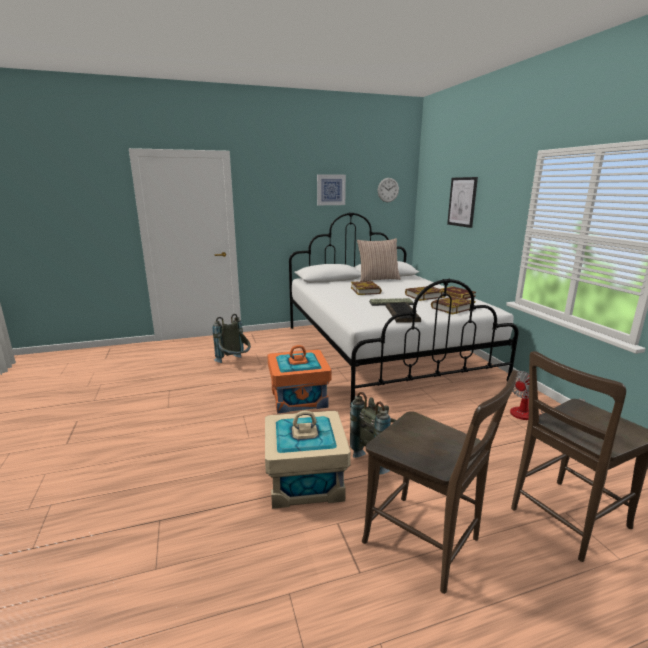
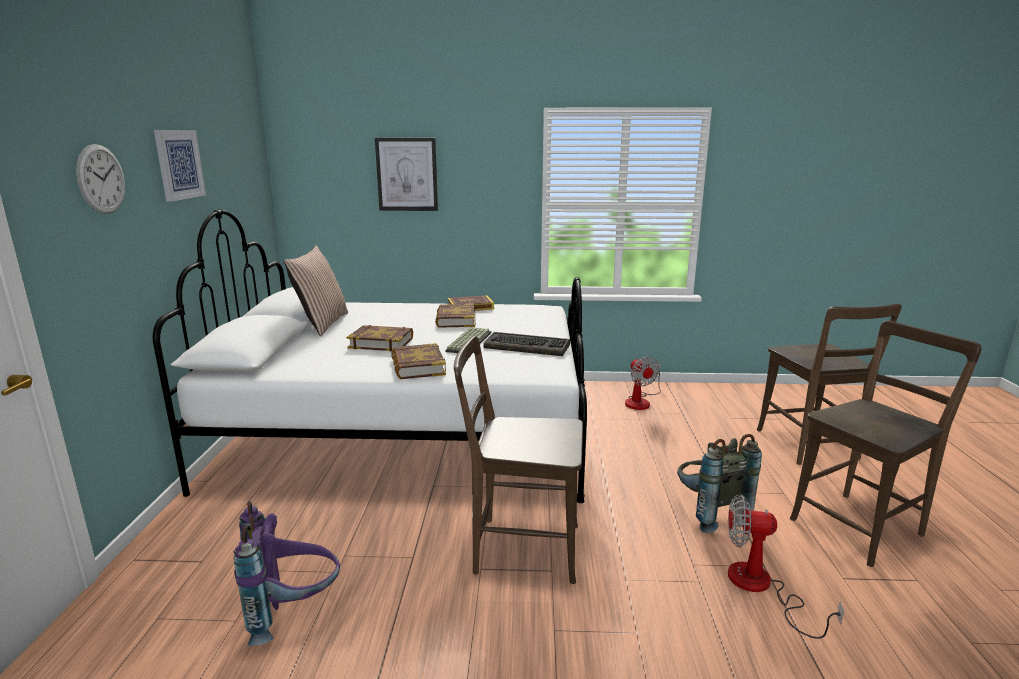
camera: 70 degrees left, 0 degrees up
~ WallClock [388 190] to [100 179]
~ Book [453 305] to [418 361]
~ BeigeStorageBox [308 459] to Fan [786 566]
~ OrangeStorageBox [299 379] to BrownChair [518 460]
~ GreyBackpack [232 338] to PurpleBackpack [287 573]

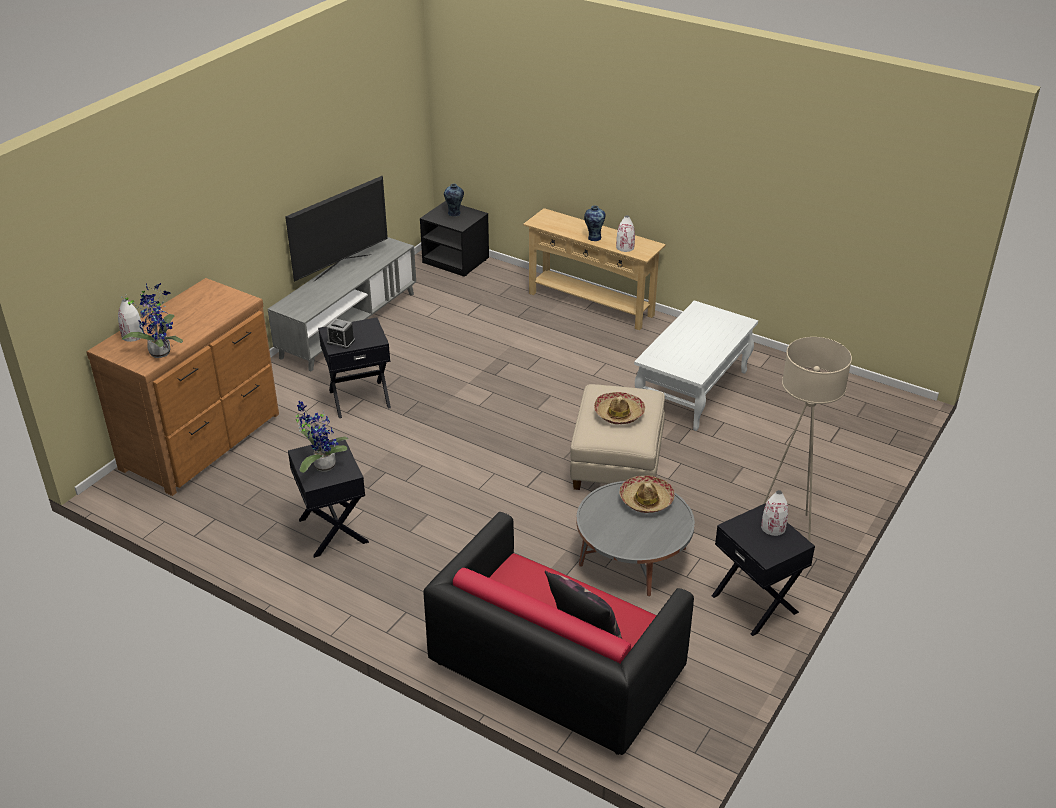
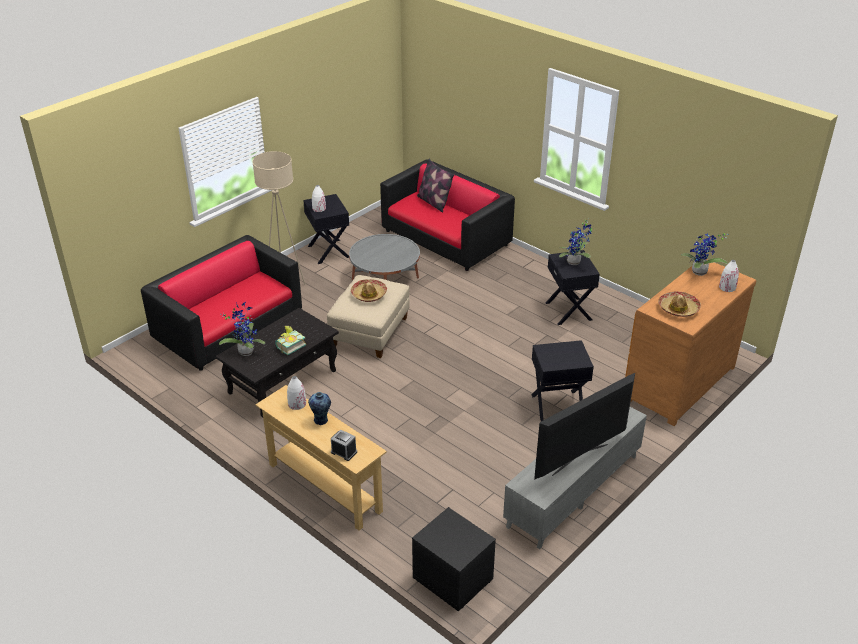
camera: 170 degrees left, 0 degrees up
- Vase [454 200]
+ Sofa [221 303]
+ PottedPlant [242 329]
+ Book [290 340]
~ AlarmClock [341 333] to [344 445]
~ Hat [647 494] to [679 304]
~ WhiteCoffeeTable [696 365] to BlackCoffeeTable [277 362]

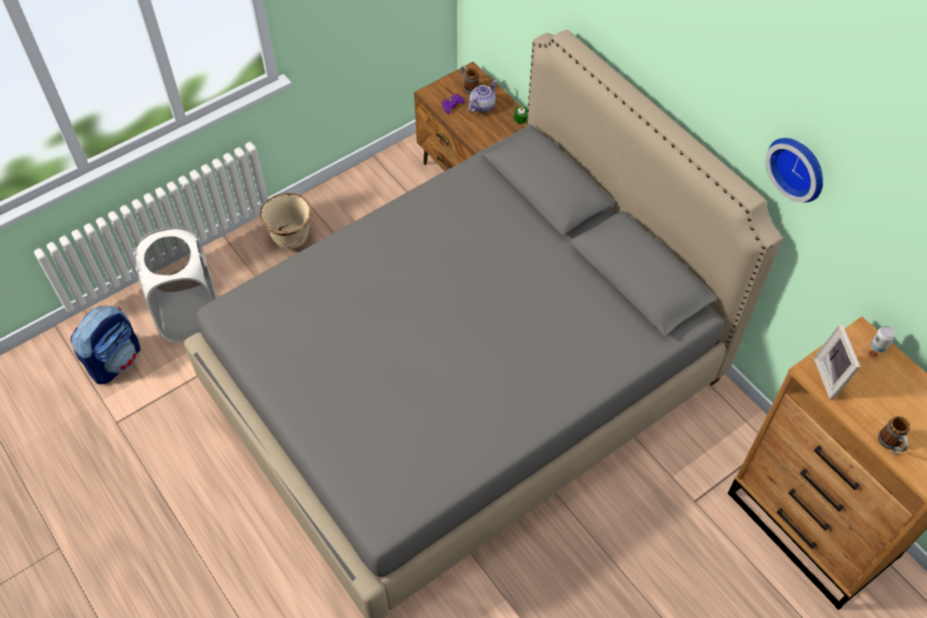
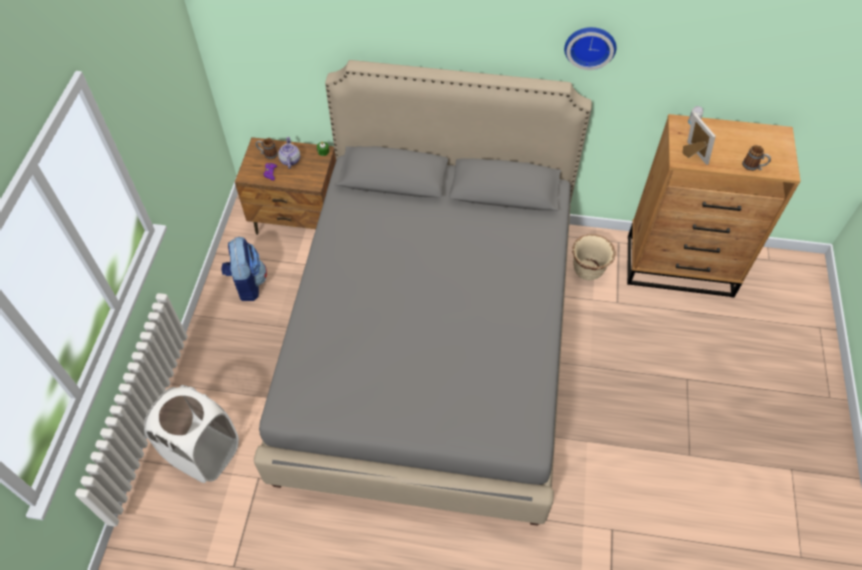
camera: 45 degrees left, 0 degrees up
~ Backpack [106 345] to [244 269]
~ BeigePlanter [286 221] to [594 257]
~ PictureFrame [837 362] = [699 139] 150 degrees counterclockwise

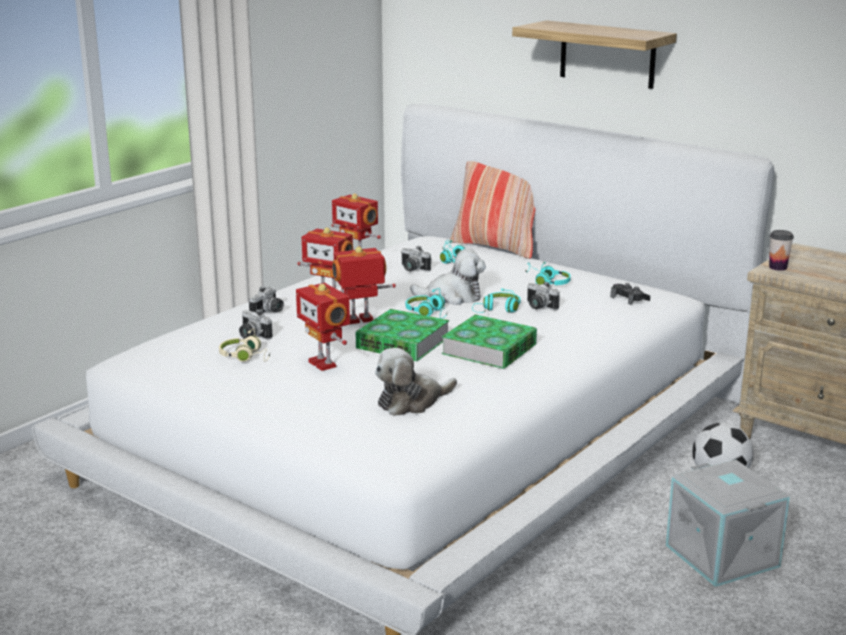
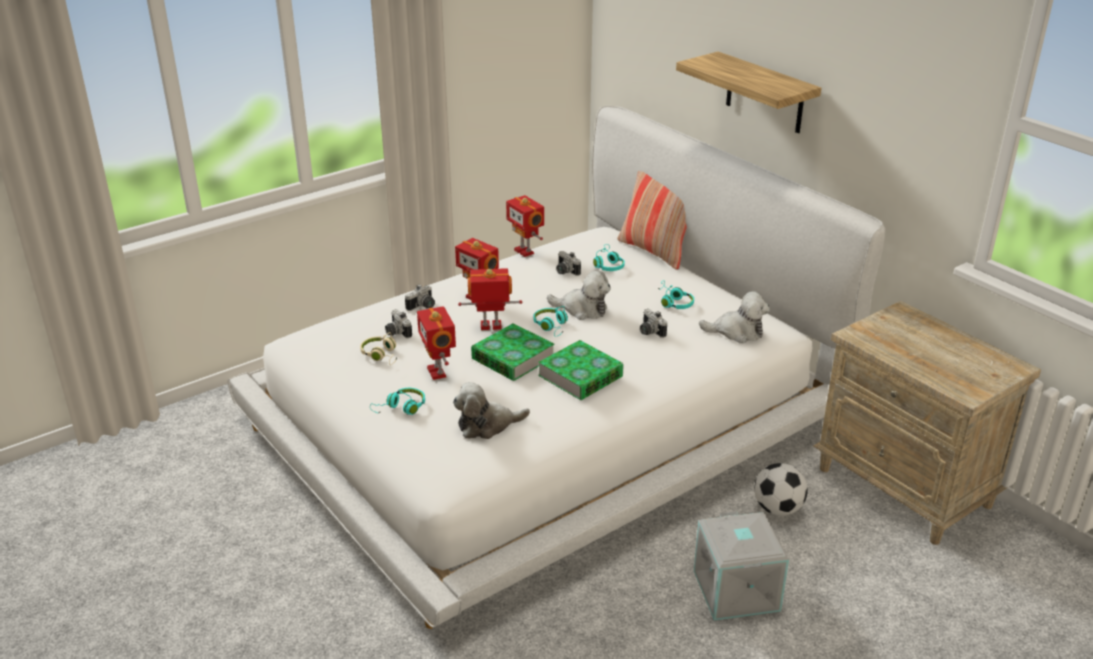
camera: 15 degrees right, 10 degrees up
- Cup [781 250]
~ TurquoiseHeadphones [496 300] to [397 401]
~ BlackGameController [630 294] to PlushToy [734 317]

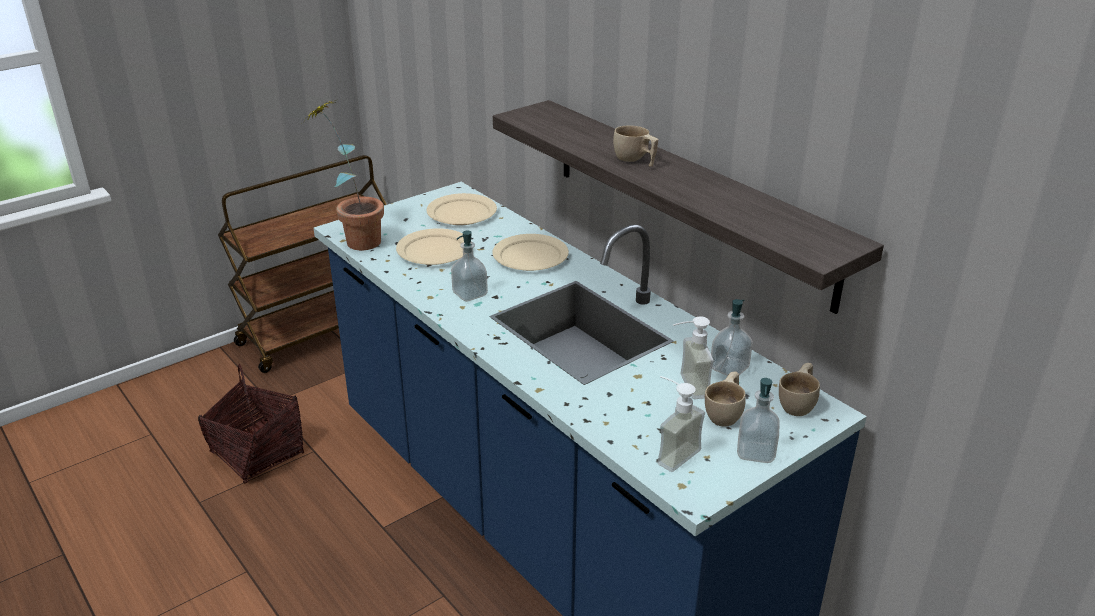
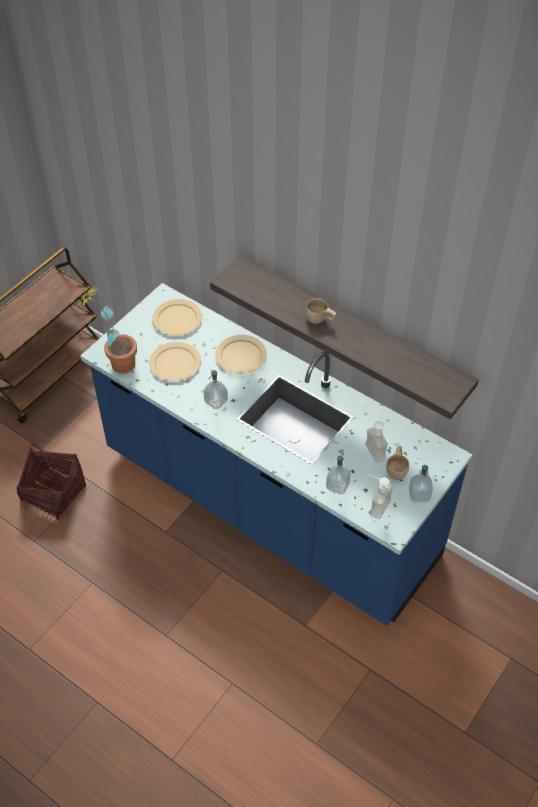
camera: 15 degrees left, 20 degrees up
- BeigeCup [799 389]
~ SoapDispenser [732 337] to [338 473]

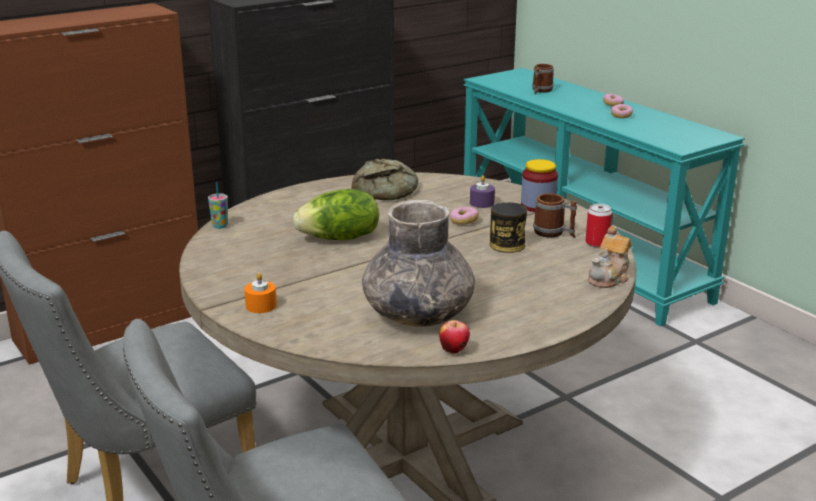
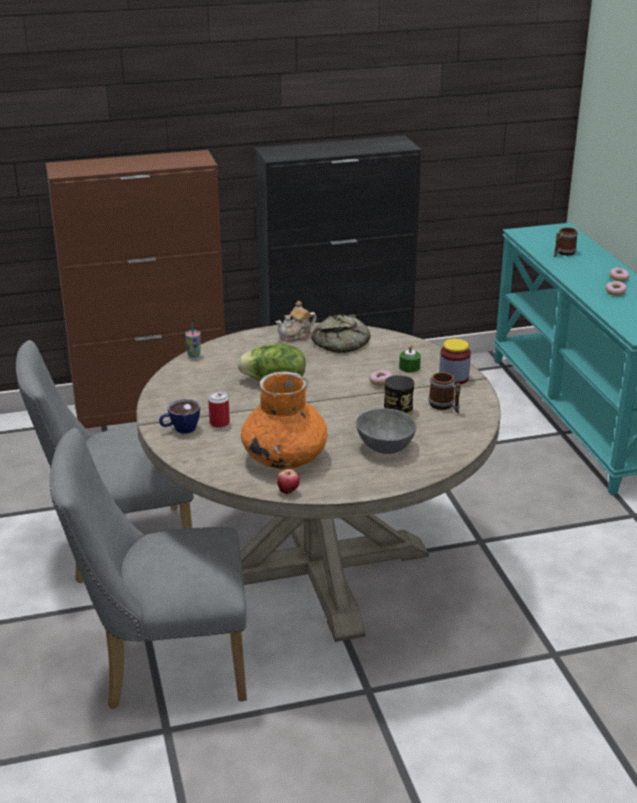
camera: 20 degrees right, 5 degrees up
+ GreyBowl [386 431]
~ Can [599 225] to [219 409]
~ Teapot [610 257] to [296 321]
~ OrangeCandle [260 293] to Cup [179 416]
~ GreyVase [418 263] to OrangeVase [284 420]
~ PurpleCandle [482 191] to GreenCandle [410 358]

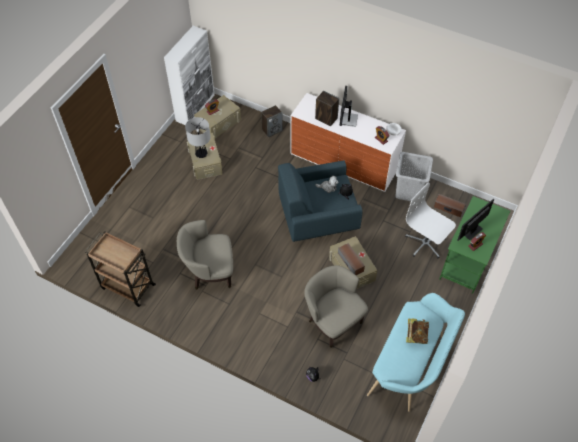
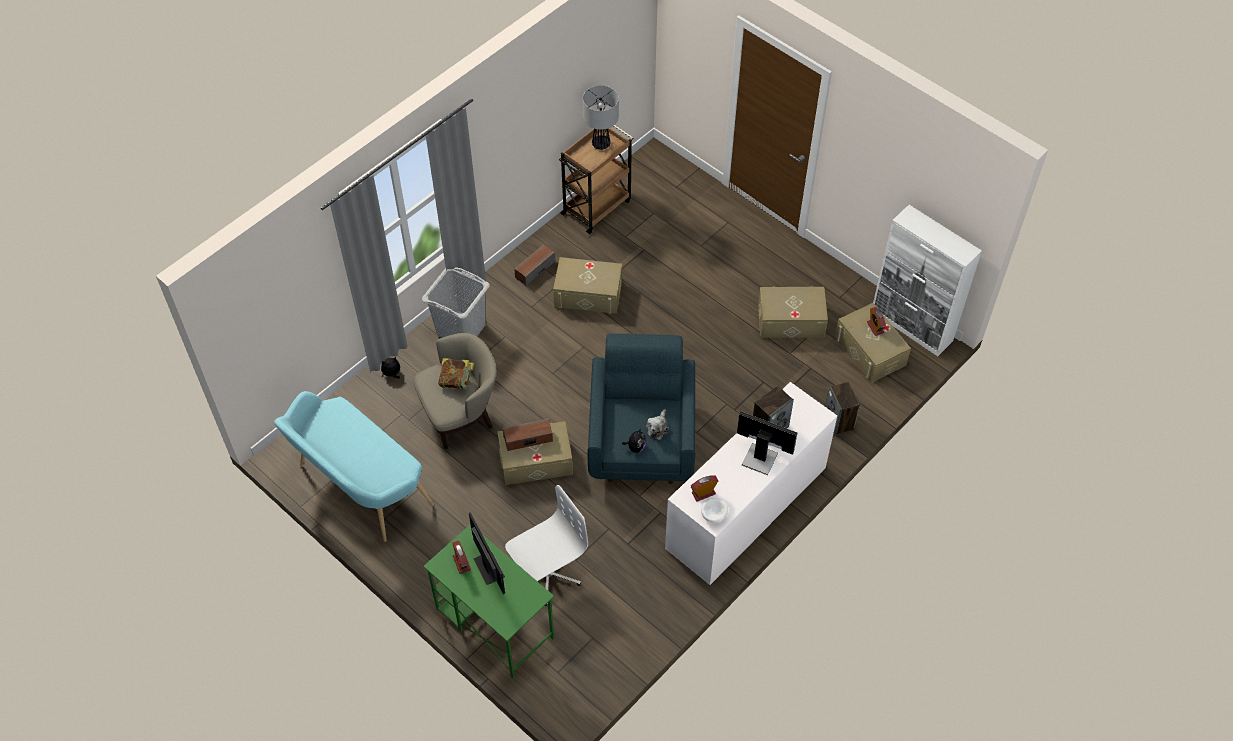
camera: 105 degrees right, 0 degrees up
~ TableLamp [198 137] to [601 117]
~ GreyLaundryBasket [414 176] to [456 302]
~ Book [417 331] to [456 373]
~ Speaker [450 205] to [534 265]
~ BeigeArmchair [205 255] to BeigeStorageBox [587 285]

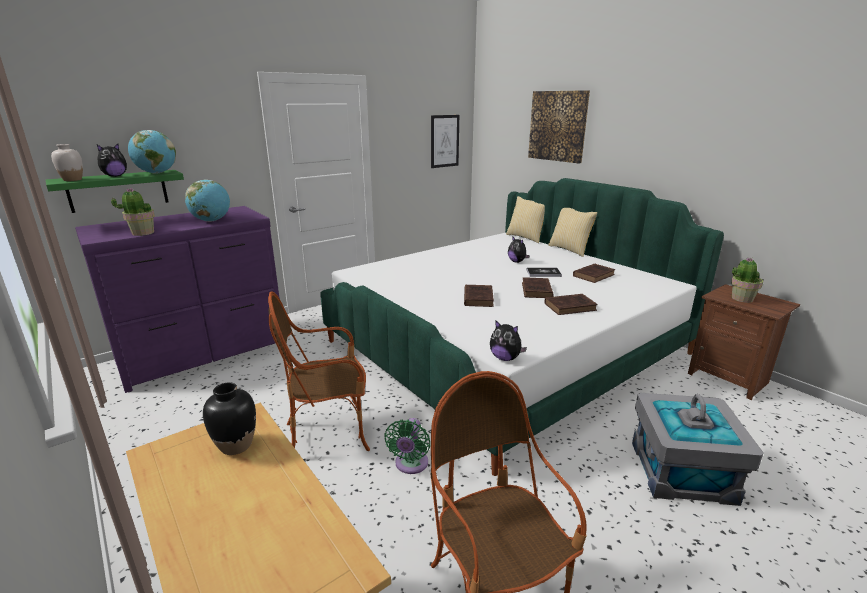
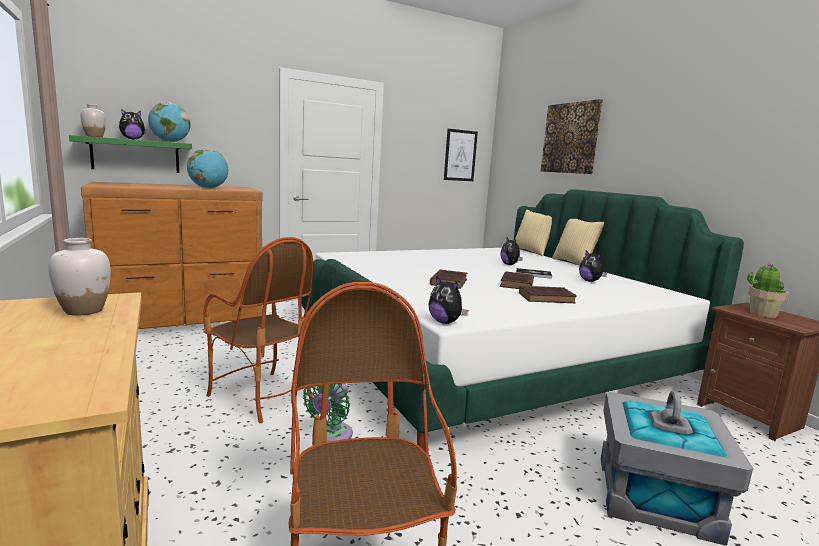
camera: 10 degrees right, 10 degrees down
- PottedPlant [133 212]
~ BrownBook [594 273] to PlushToy [593 266]
~ PurpleDresser [177 299] to BrownDresser [172 255]
~ BlackVase [229 418] to WhiteVase [79 277]
~ Armchair [319 371] = [258 330] 135 degrees counterclockwise

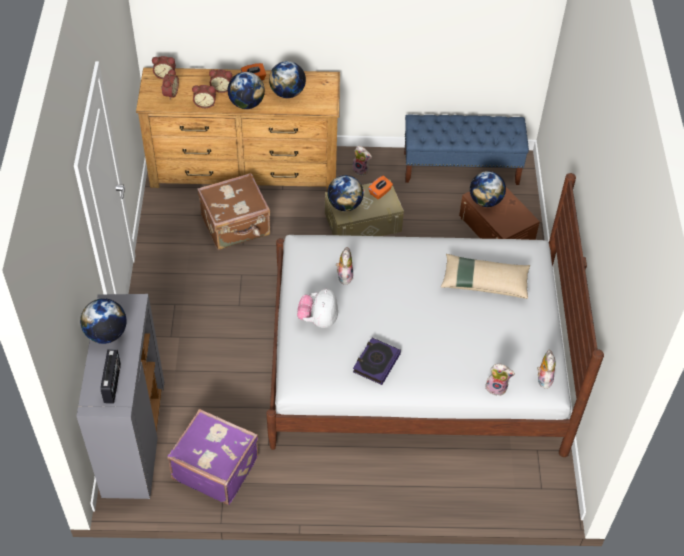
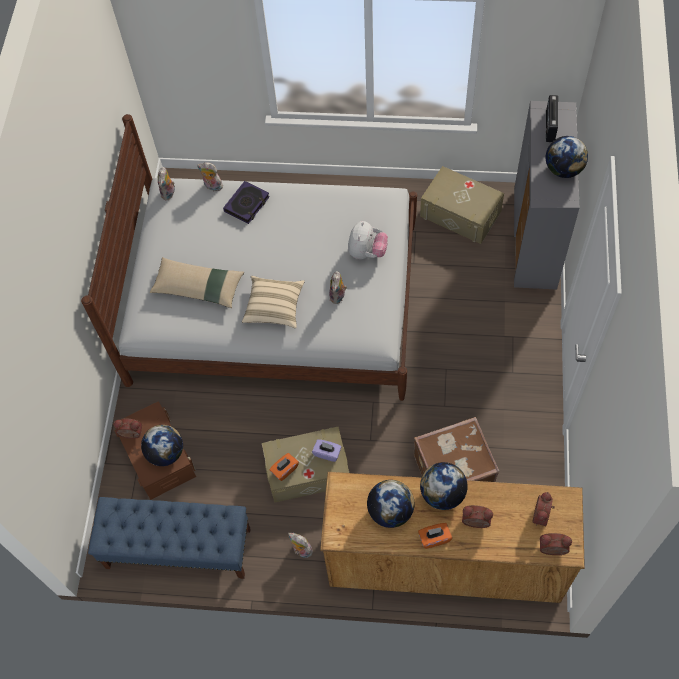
camera: 170 degrees left, 10 degrees up
+ BeigePillow [273 302]
~ AlarmClock [204 96] to [128 428]
~ Book [377 361] to [246 202]
~ PurpleSuitcase [213 457] to BeigeStorageBox [462 205]
~ Globe [345 193] to PurpleTissueBox [326 450]

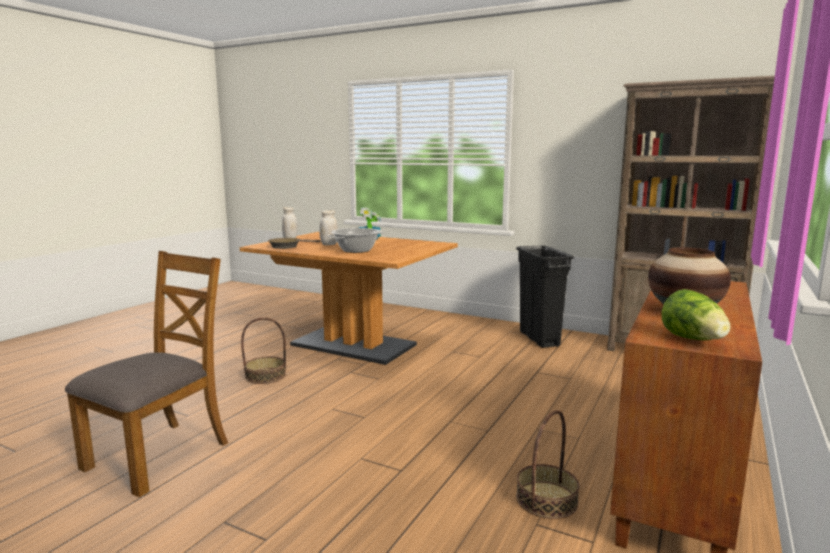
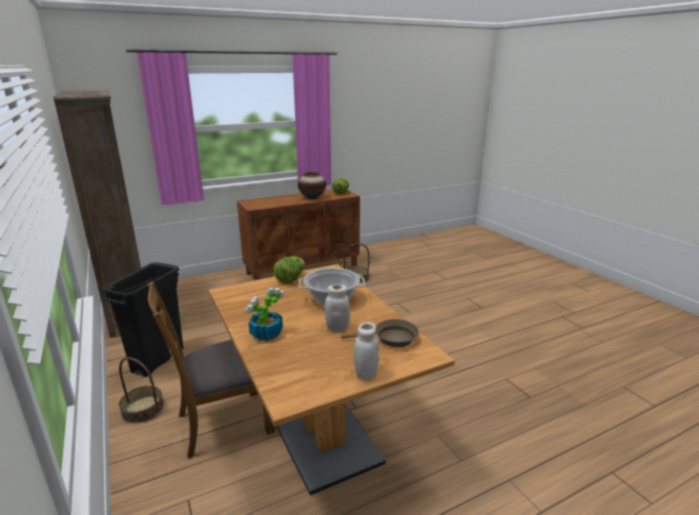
camera: 145 degrees left, 10 degrees up
+ Lettuce [289 270]
~ BrownChair [146 374] to [211 370]
~ Basket [263 351] to [141 390]

